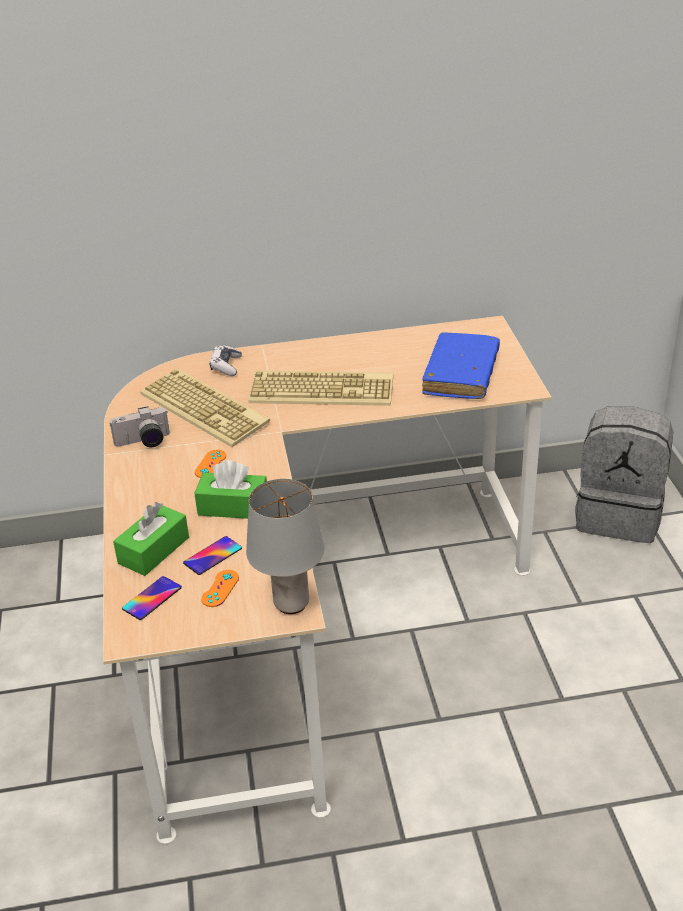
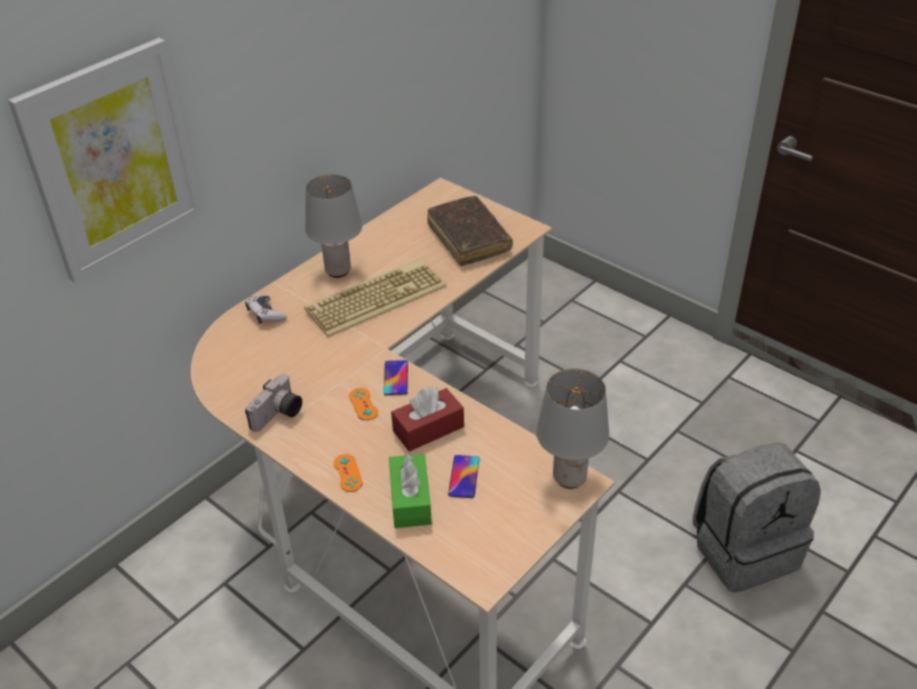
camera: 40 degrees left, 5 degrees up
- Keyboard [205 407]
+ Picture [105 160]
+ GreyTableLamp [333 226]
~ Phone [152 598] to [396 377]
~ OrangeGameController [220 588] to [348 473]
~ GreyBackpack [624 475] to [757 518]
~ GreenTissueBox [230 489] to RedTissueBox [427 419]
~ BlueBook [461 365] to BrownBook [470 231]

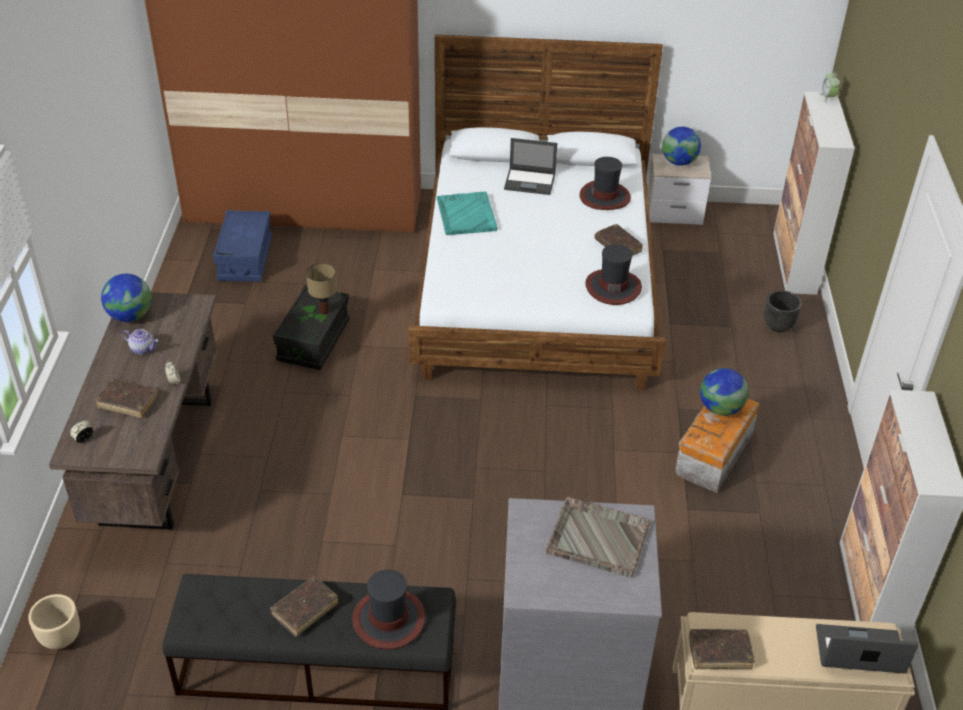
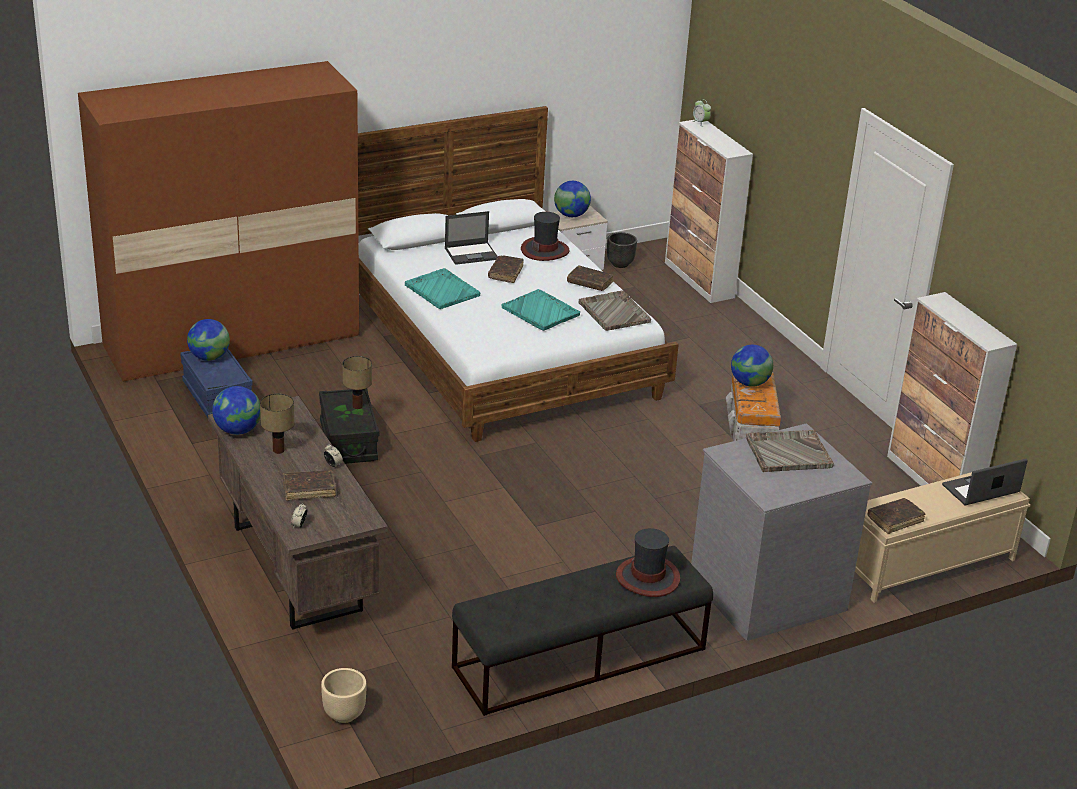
camera: 30 degrees left, 10 degrees down
+ Globe [208 340]
+ TurquoiseTray [541 310]
~ BrownBook [304 606] to [506 269]
~ BlackPlanter [783 311] to [622 250]
~ Teapot [140 342] to TableLamp [277 423]
~ Hat [613 274] to GreyTray [615 310]

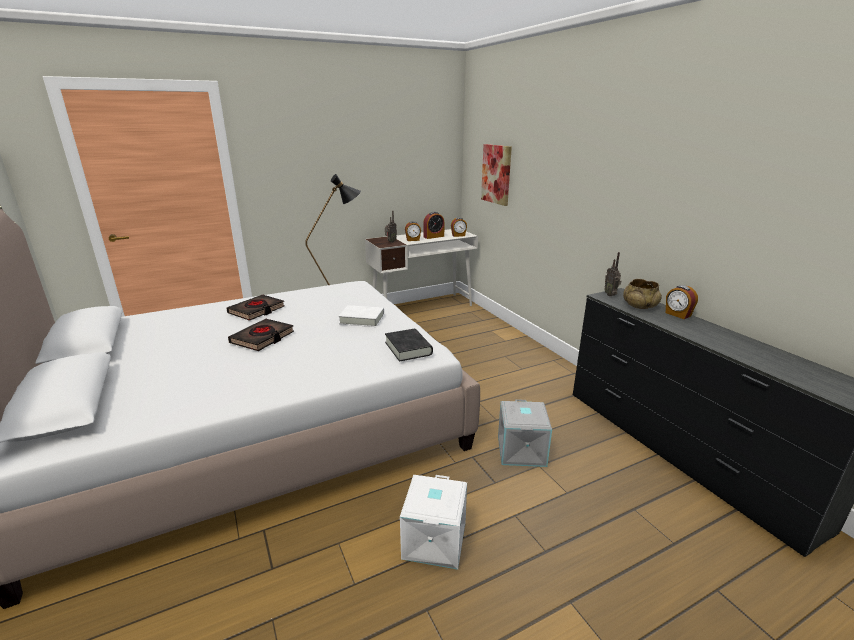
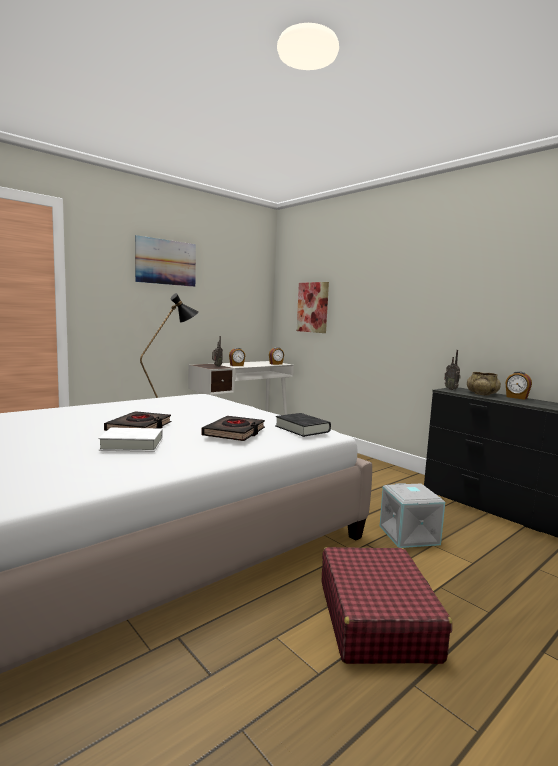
camera: 15 degrees left, 15 degrees down
- AlarmClock [433 225]
+ Picture [165 261]
~ BlackBook [255 308] to [233 428]
~ WhiteBook [361 316] to [130 439]
~ WhiteStorageBox [433 522] to RedSuitcase [387 605]

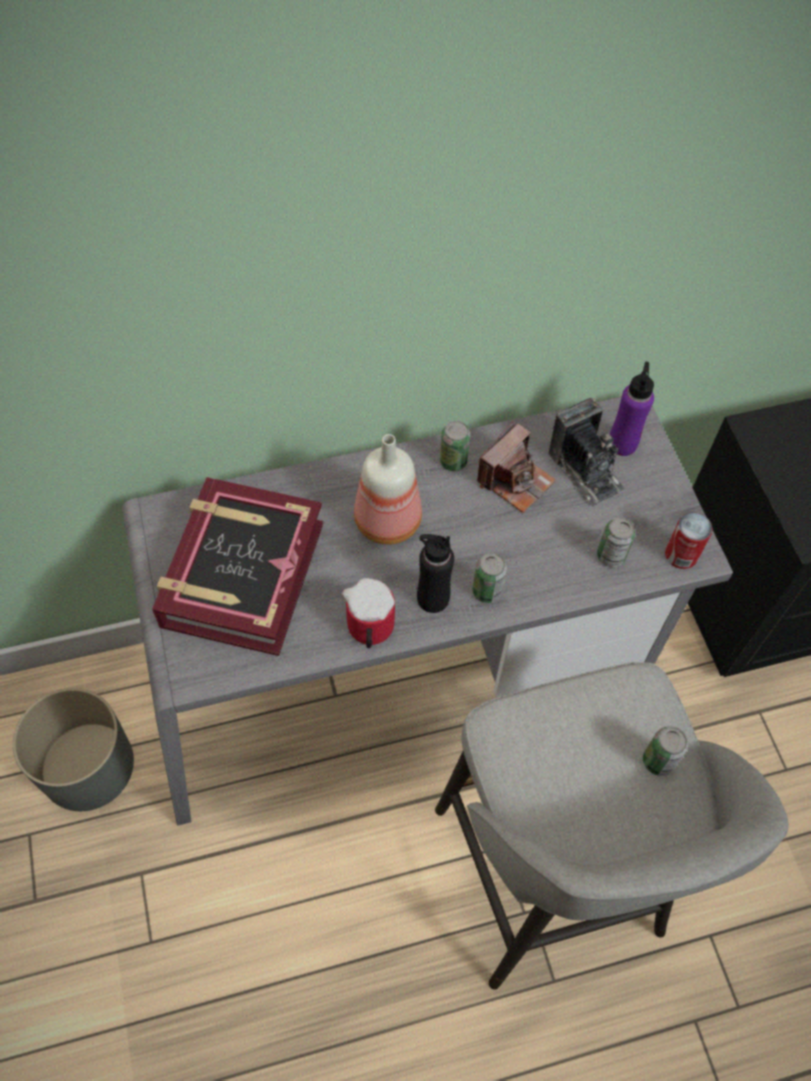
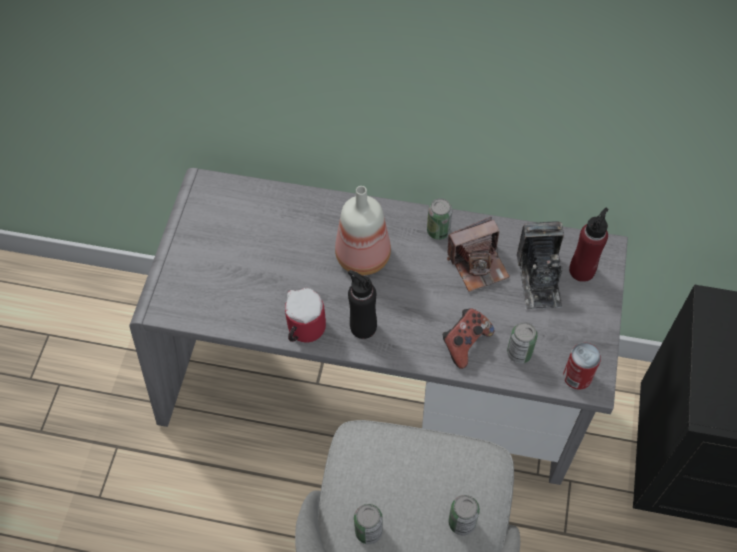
camera: 30 degrees right, 0 degrees up
- GreyPlanter [73 749]
- Book [237 566]
+ GameController [468 338]
~ Can [489 578] to [368 524]
~ PurpleBottle [632 408] to RedBottle [589 245]

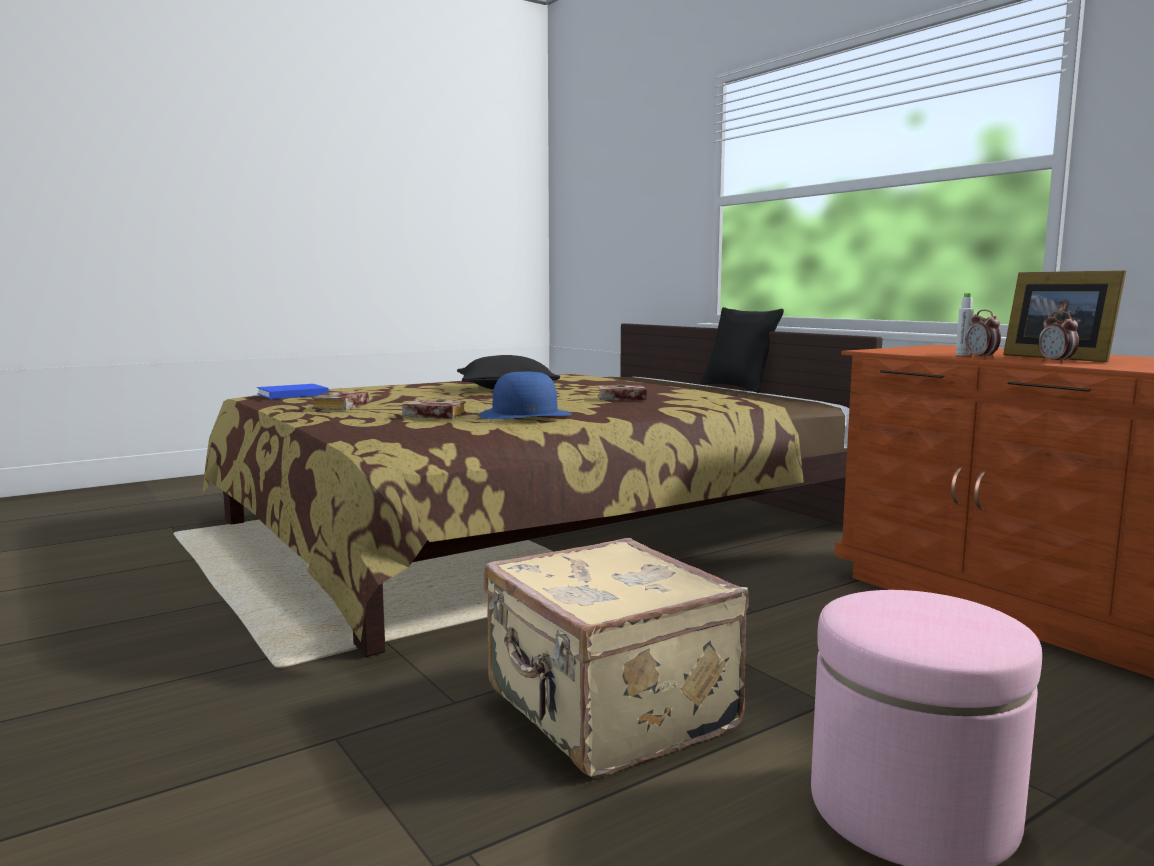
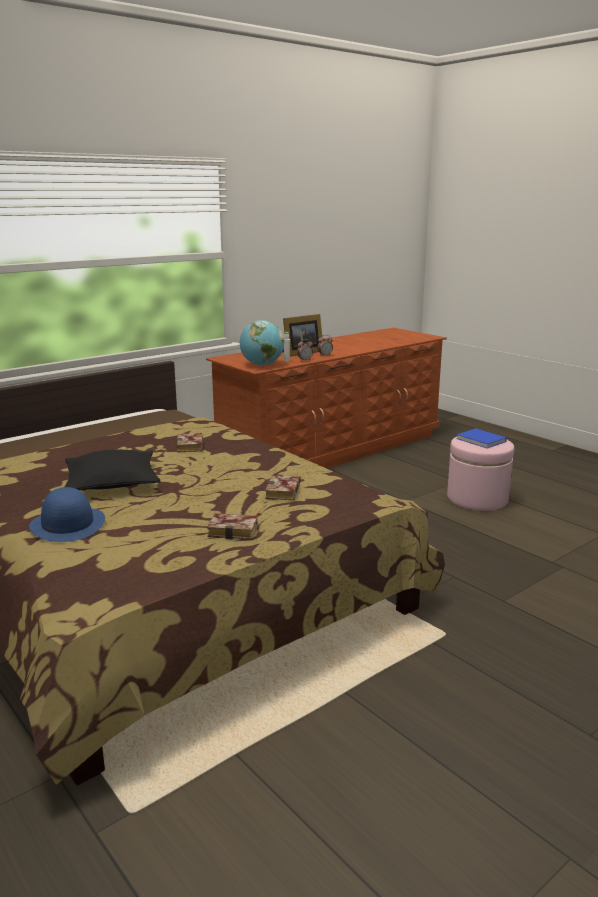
camera: 95 degrees left, 10 degrees up
- BeigeSuitcase [616 658]
- BlackPillow [742 350]
+ Globe [262 343]
~ BlueBook [293 391] to [481 438]
~ BlueHat [525 395] to [67 514]

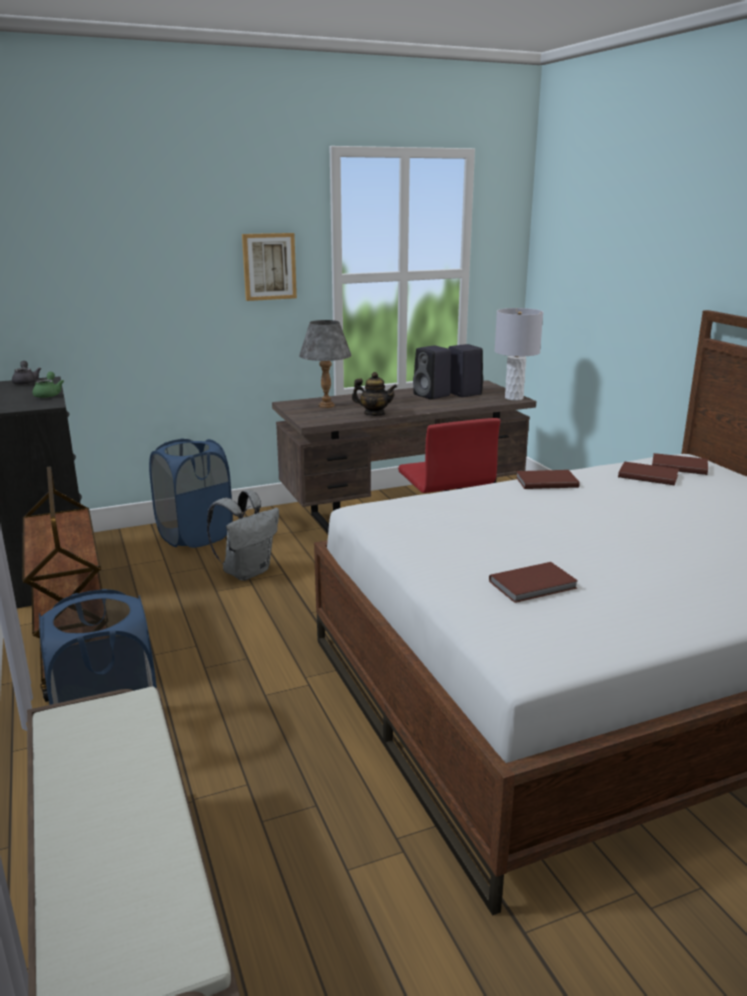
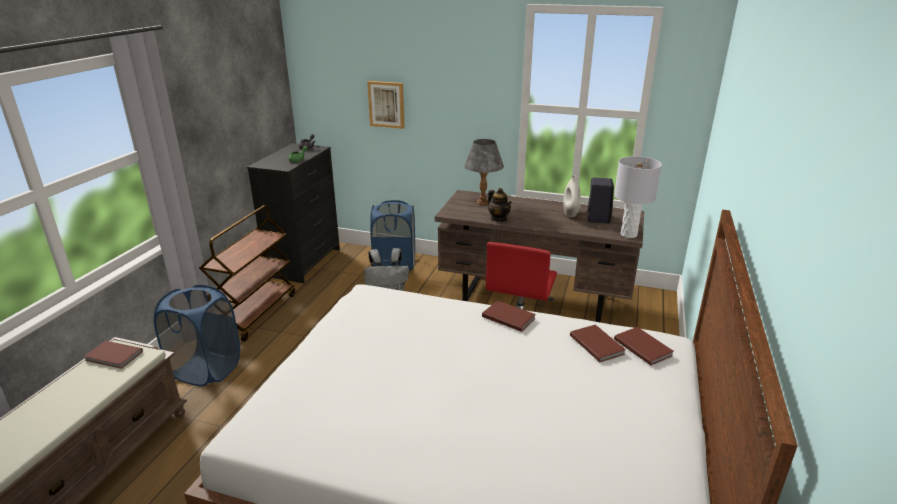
camera: 40 degrees right, 5 degrees up
~ Picture [269 267] to [386 105]
~ BrownBook [533 582] to [113 355]
~ BlackSpeaker [432 372] to WhiteVase [572 196]

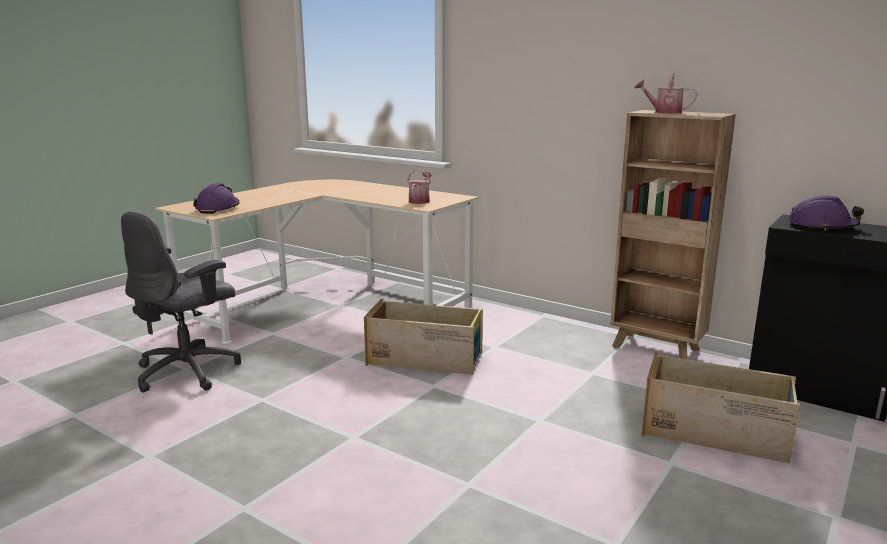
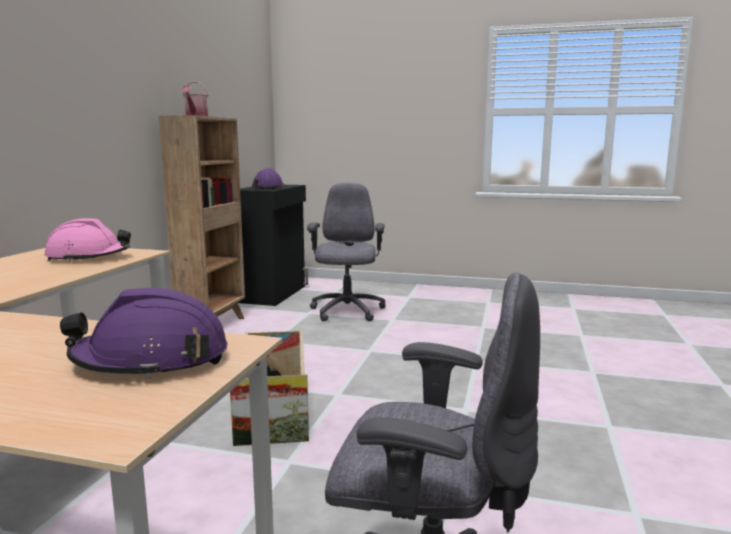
camera: 110 degrees left, 5 degrees down
~ WateringCan [419 186] to PinkHardHat [87 240]
~ Crate [720 407] to GreyOfficeChair [346 252]

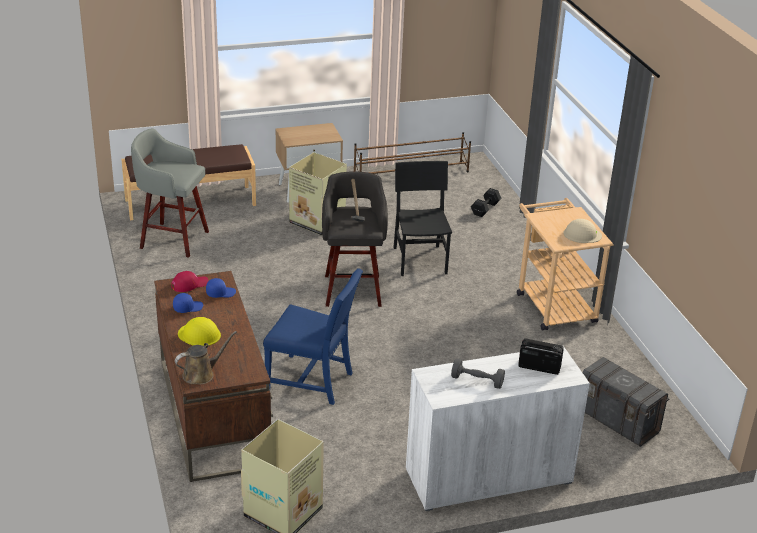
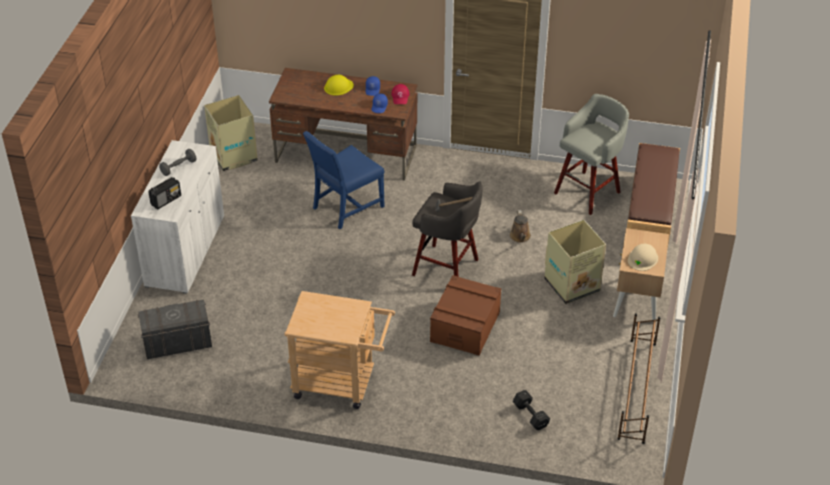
camera: 120 degrees right, 10 degrees up
~ BrownWateringCan [206 358] to [520 226]
~ BeigeHardHat [582 231] to [643 257]
~ BlackChair [422 218] to BrownStorageBox [465 315]

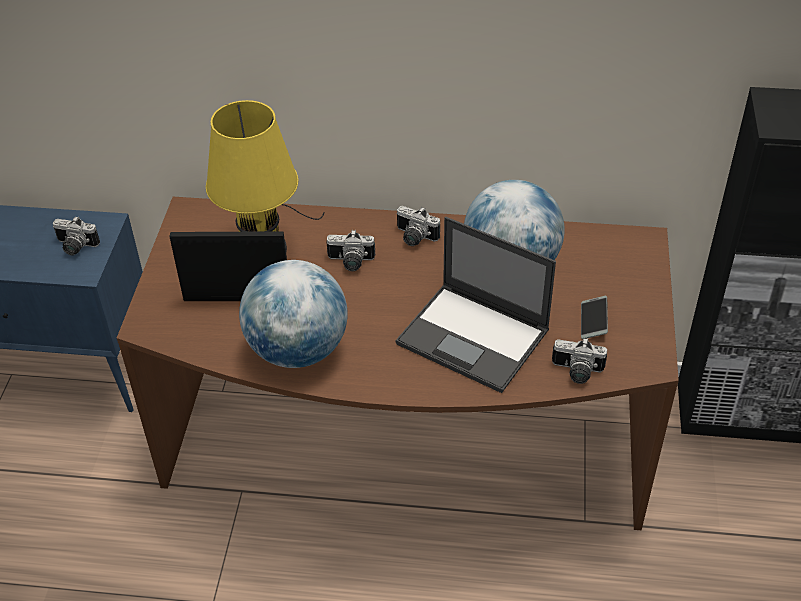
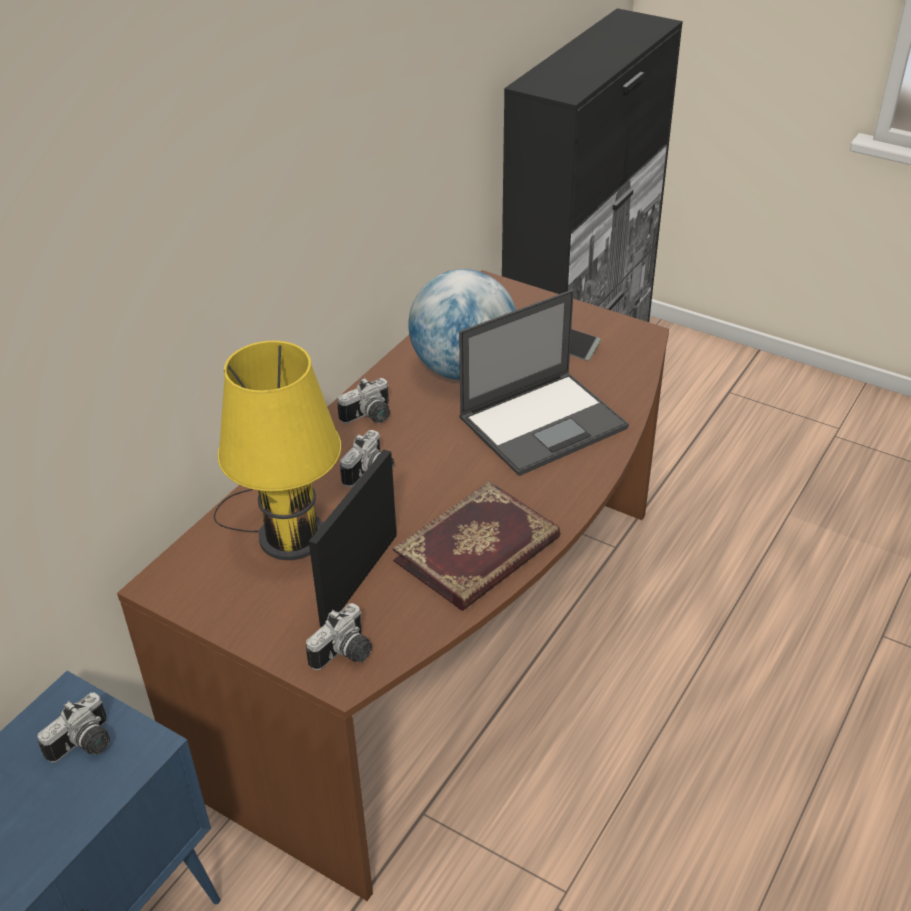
camera: 65 degrees left, 5 degrees down
~ PhotoCamera [579 361] to [339 636]
~ Globe [293 314] to Book [476 546]

